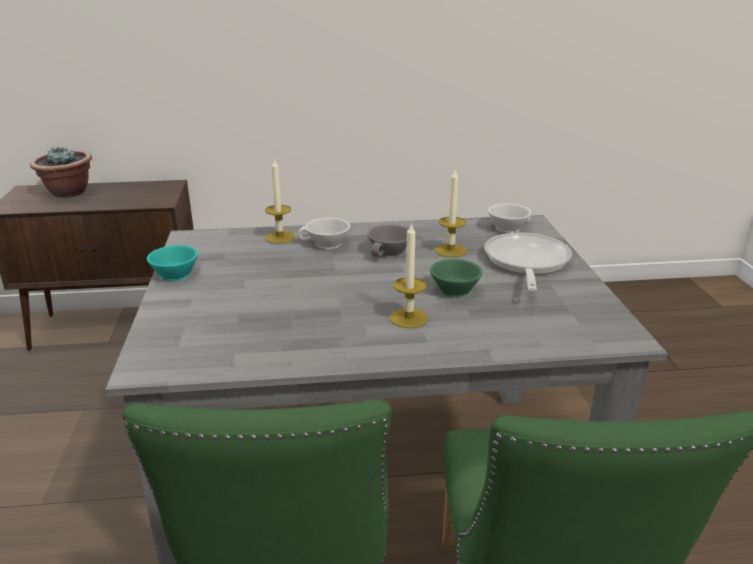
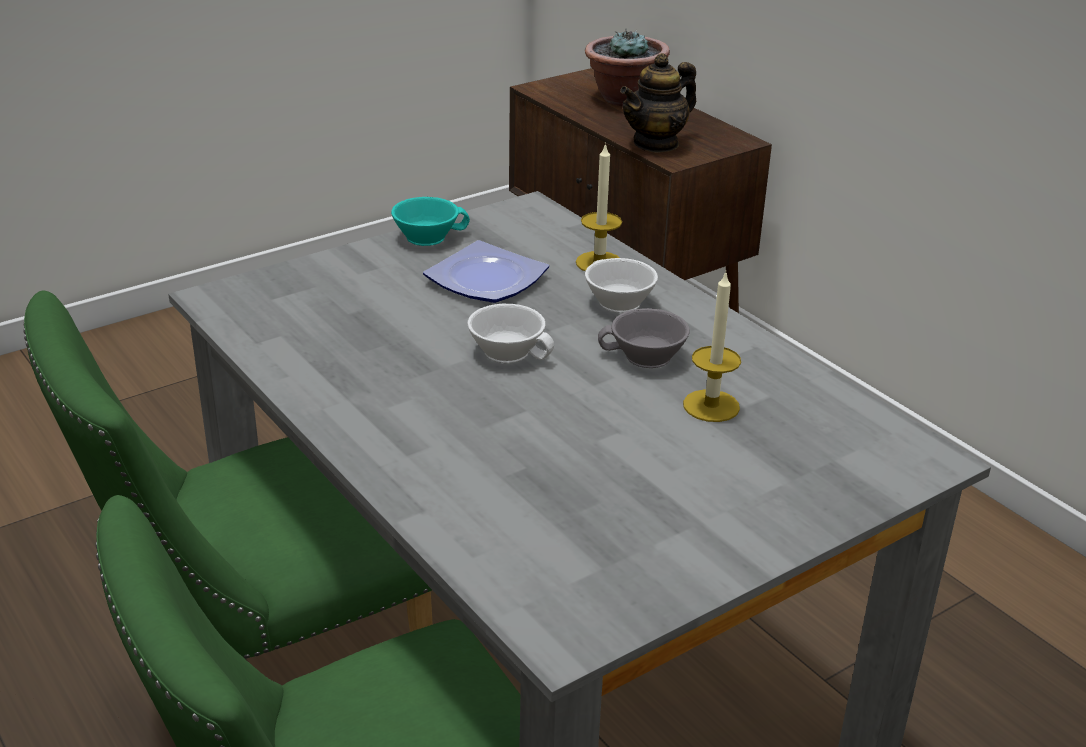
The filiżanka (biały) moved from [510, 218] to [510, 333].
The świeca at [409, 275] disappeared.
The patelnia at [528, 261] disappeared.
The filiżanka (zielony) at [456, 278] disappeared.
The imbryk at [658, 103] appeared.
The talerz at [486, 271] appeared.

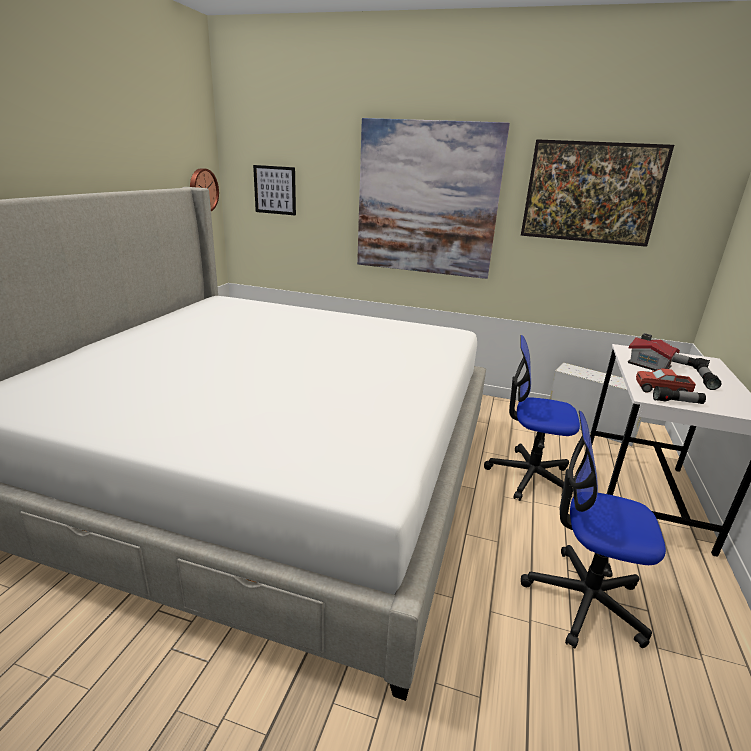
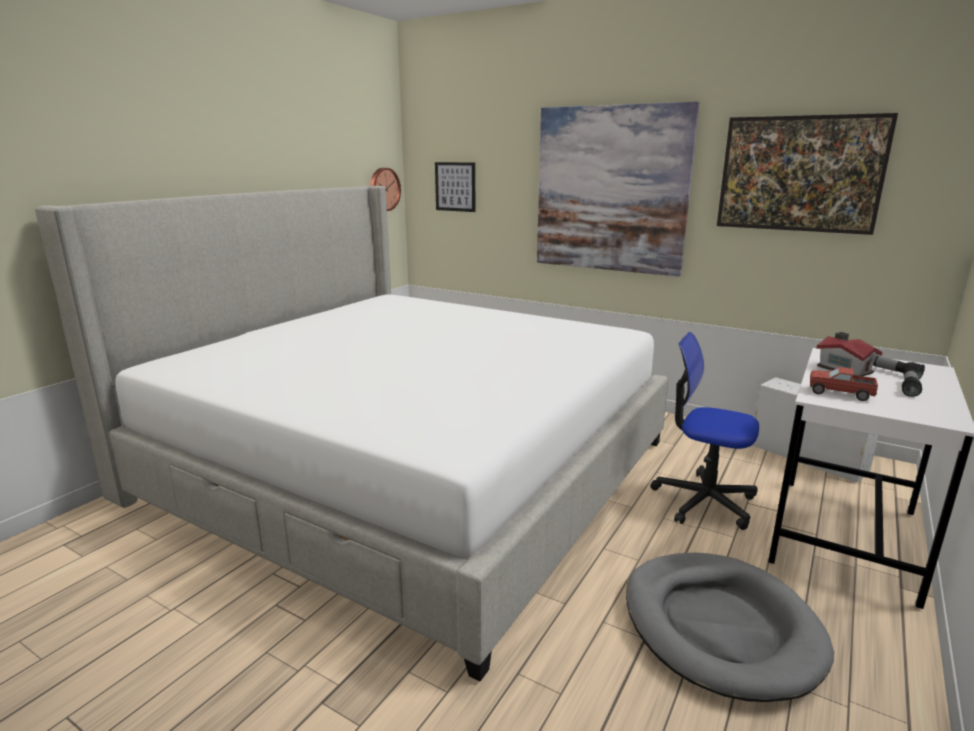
The latarka at [679, 395] disappeared.
The krzesło biurowe at [593, 530] was replaced by the legowisko (szary) at [730, 627].

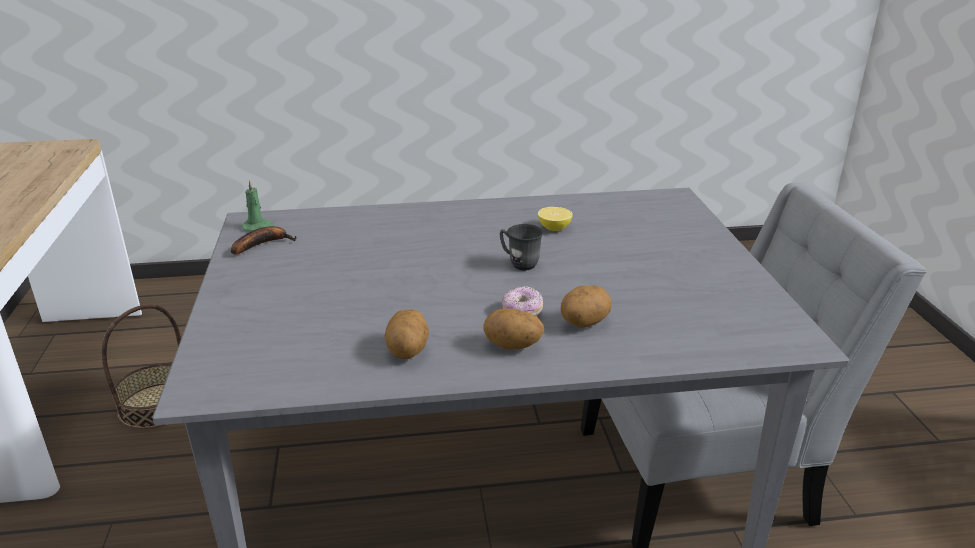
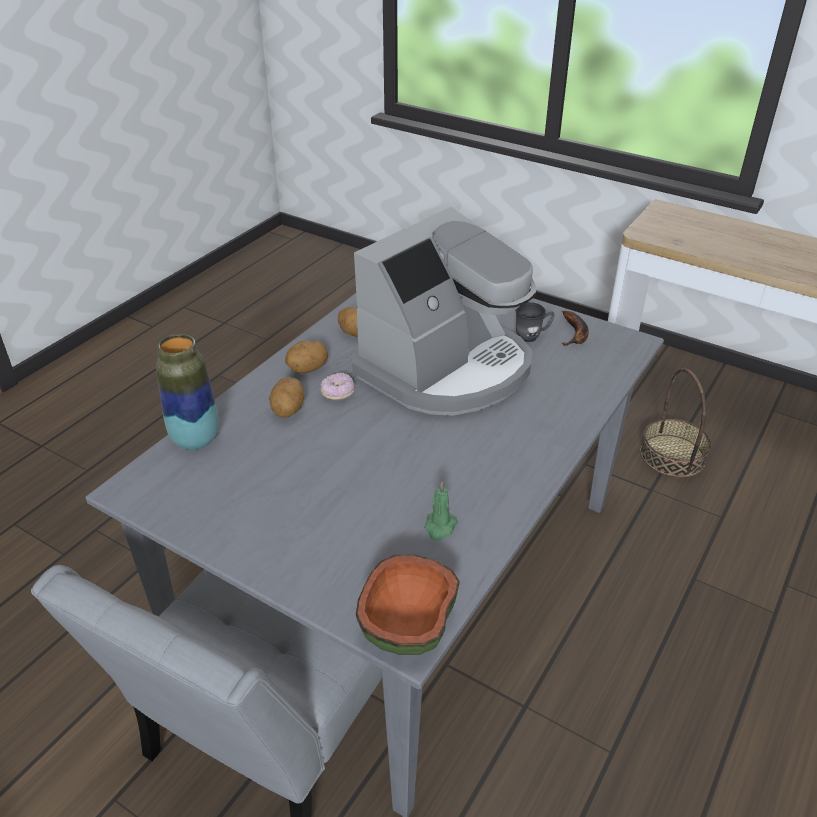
The świeca (zielony) moved from [257, 205] to [441, 511].
The cytryna at [555, 219] disappeared.
The kubek (szary) moved from [521, 247] to [535, 322].
The ekspres do kawy at [444, 311] appeared.
The wazon at [187, 392] appeared.
The miska at [408, 604] appeared.

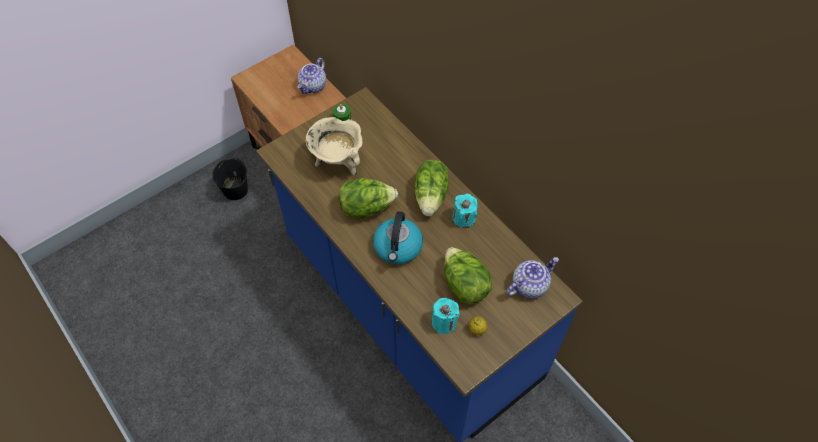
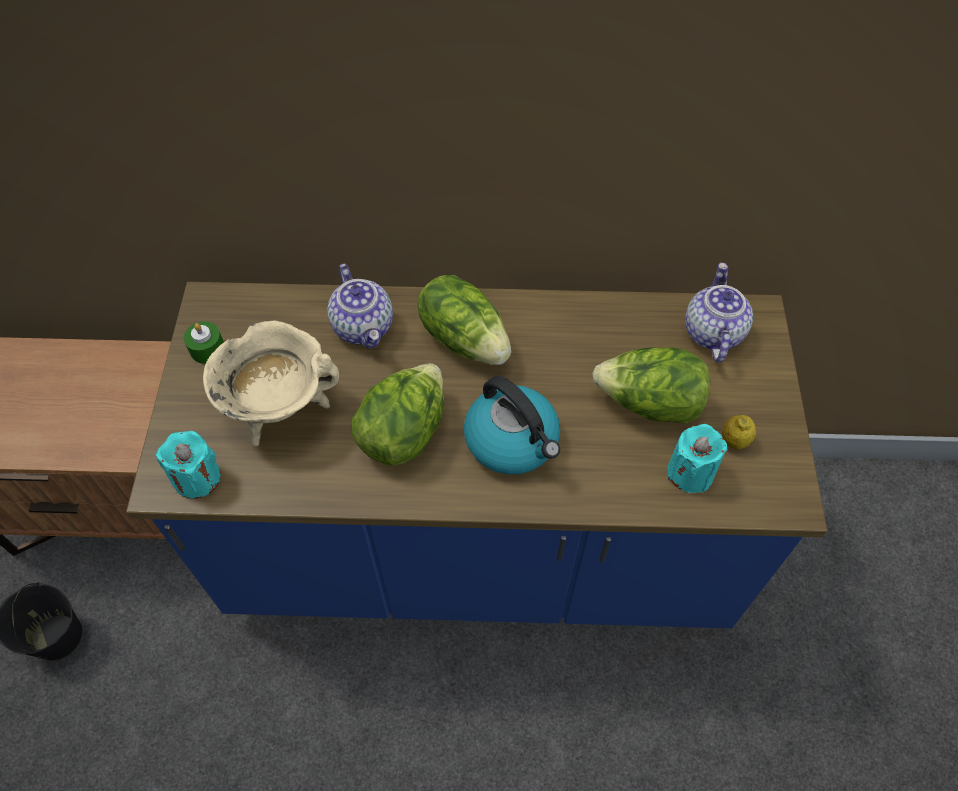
The imbryk moved from [311, 76] to [360, 306].
The świeca (turkusowy) moved from [465, 211] to [188, 465].

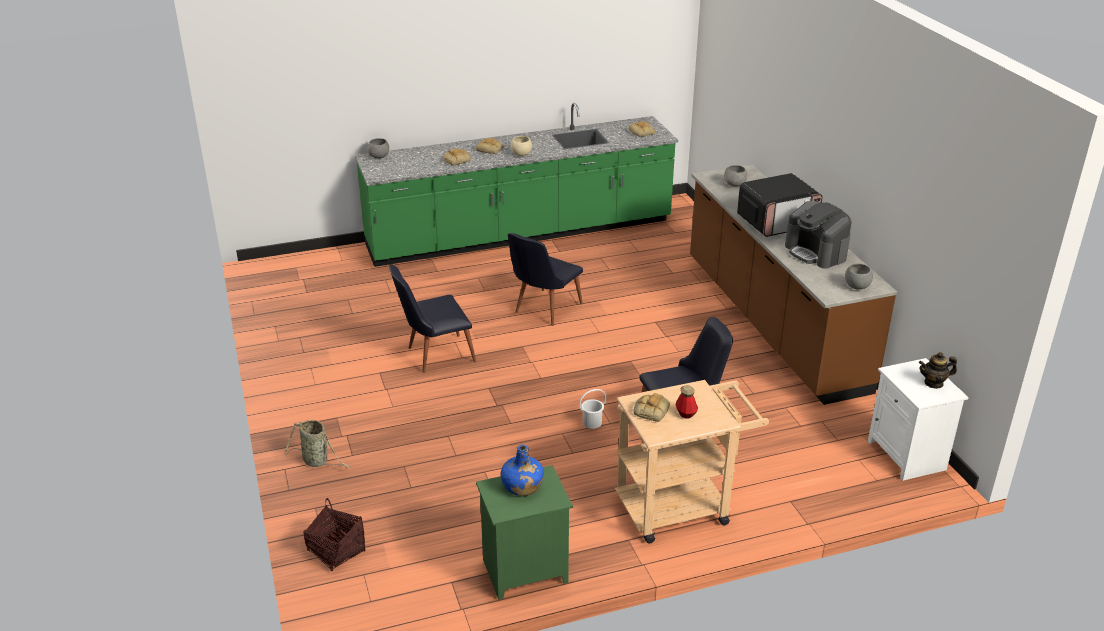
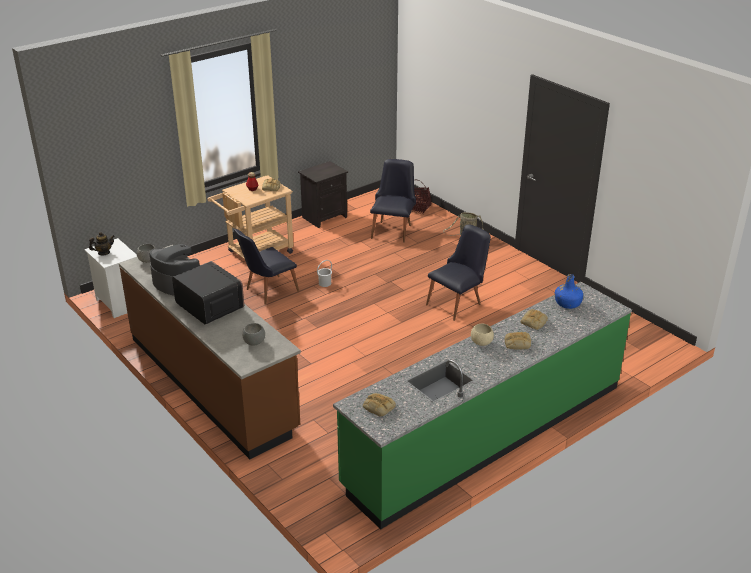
The miska (szary) at [378, 148] disappeared.
The mikrofalówka at [780, 205] turned 90 degrees clockwise.
The krzesło (czarny) moved from [545, 279] to [393, 201].
The butelka (niebieski) moved from [522, 470] to [569, 291].
The szafka nocna (zielony) at [524, 532] became the szafka nocna (czarny) at [323, 194].

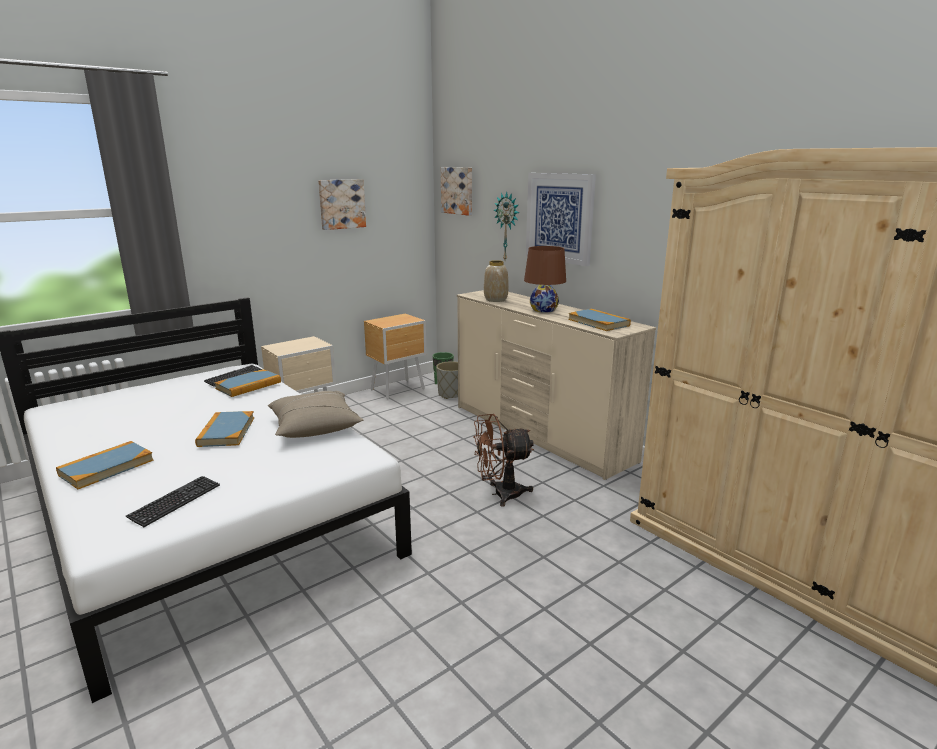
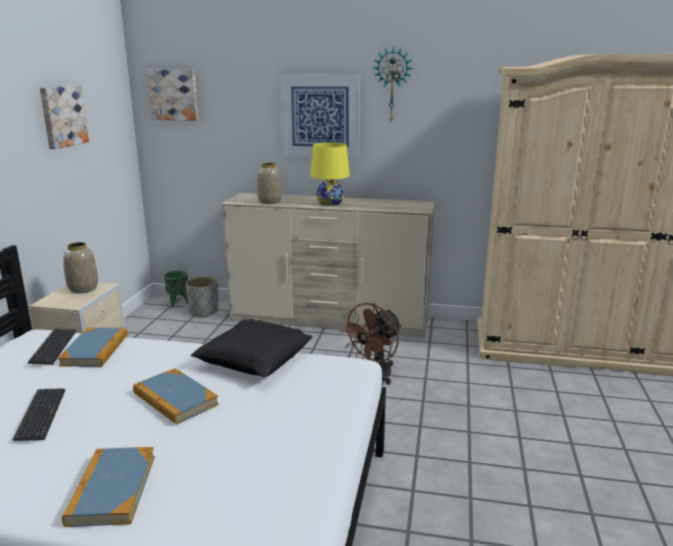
The zegar ścienny moved from [506, 225] to [392, 83].
The lampa stołowa (brązowy) at [545, 279] became the lampa stołowa (żółty) at [330, 174].
The książka at [599, 320] disappeared.
The szafka nocna (brązowy) at [395, 356] disappeared.
The poduszka (beżowy) at [315, 414] became the poduszka (czarny) at [251, 348].
The klawiatura moved from [173, 501] to [39, 415].
The wazon at [80, 268] appeared.

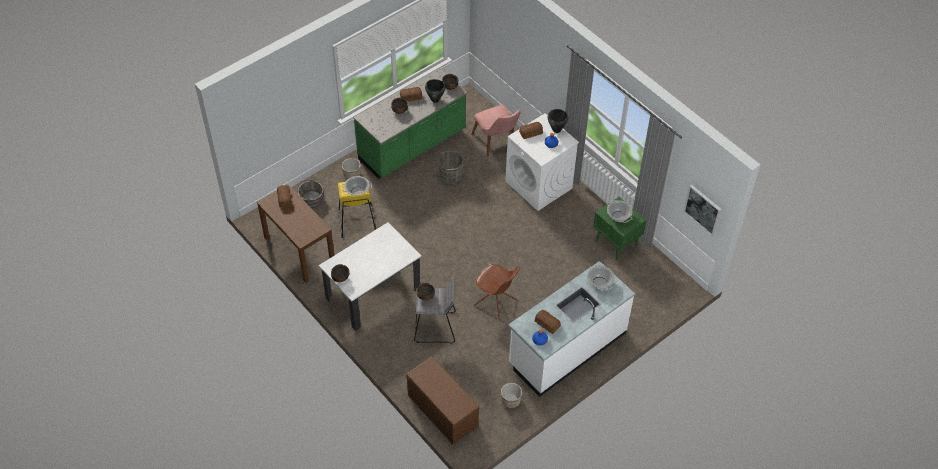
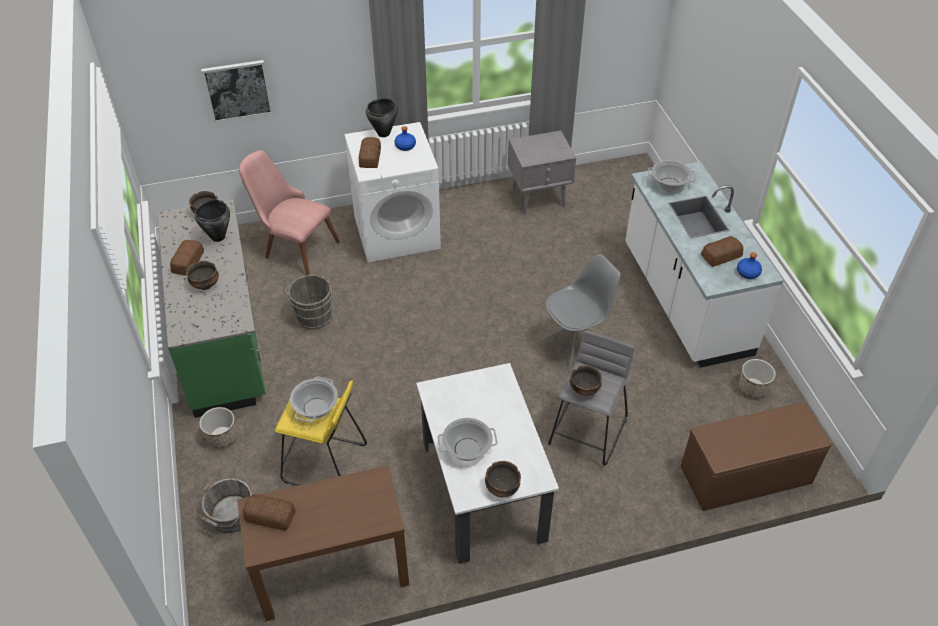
The krzesło (różowy) at [495, 131] turned 150 degrees counterclockwise.
The obraz moved from [703, 210] to [237, 91].
The szafka nocna (zielony) at [619, 229] became the szafka nocna (szary) at [542, 172].
The garnek moved from [620, 211] to [467, 439].
The krzesło (brązowy) at [496, 292] became the krzesło (szary) at [581, 313].

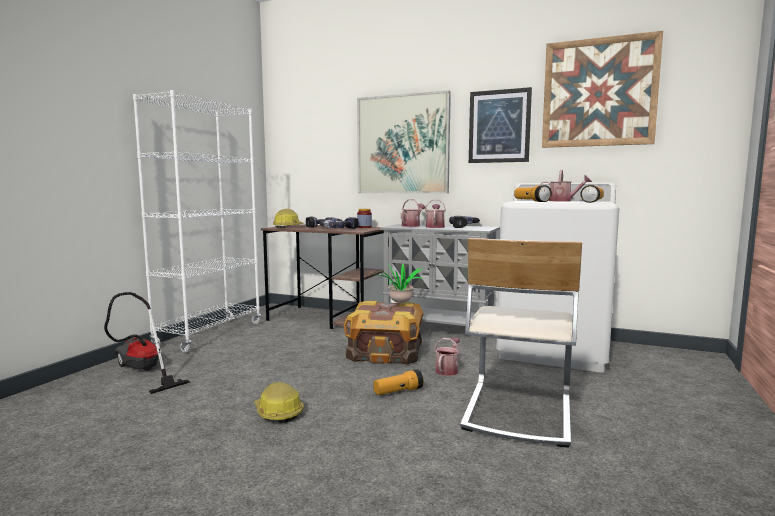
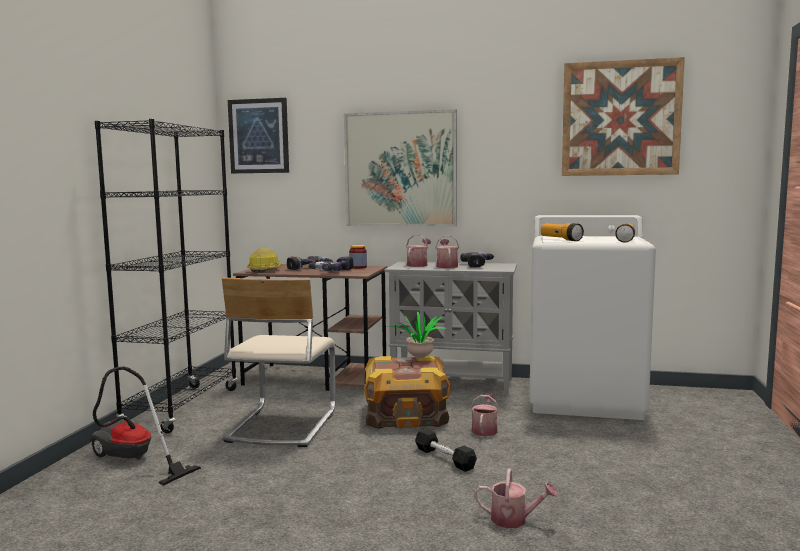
The obraz moved from [500, 125] to [258, 136].
The regał (biały) at [197, 221] became the regał (czarny) at [166, 276].
The konewka moved from [566, 185] to [516, 498].
The krzesło (beżowy) moved from [521, 343] to [279, 362].
The latarka at [398, 382] was replaced by the hantel (czarny) at [446, 450].
The kask at [279, 402] disappeared.

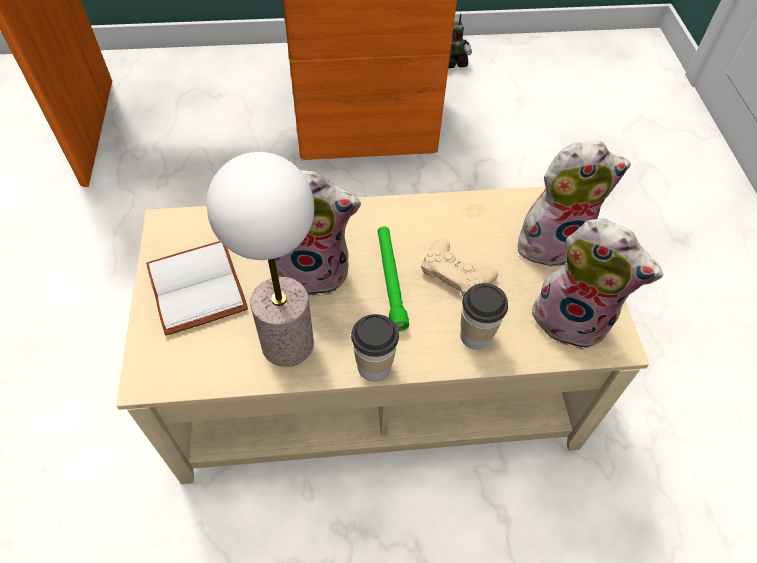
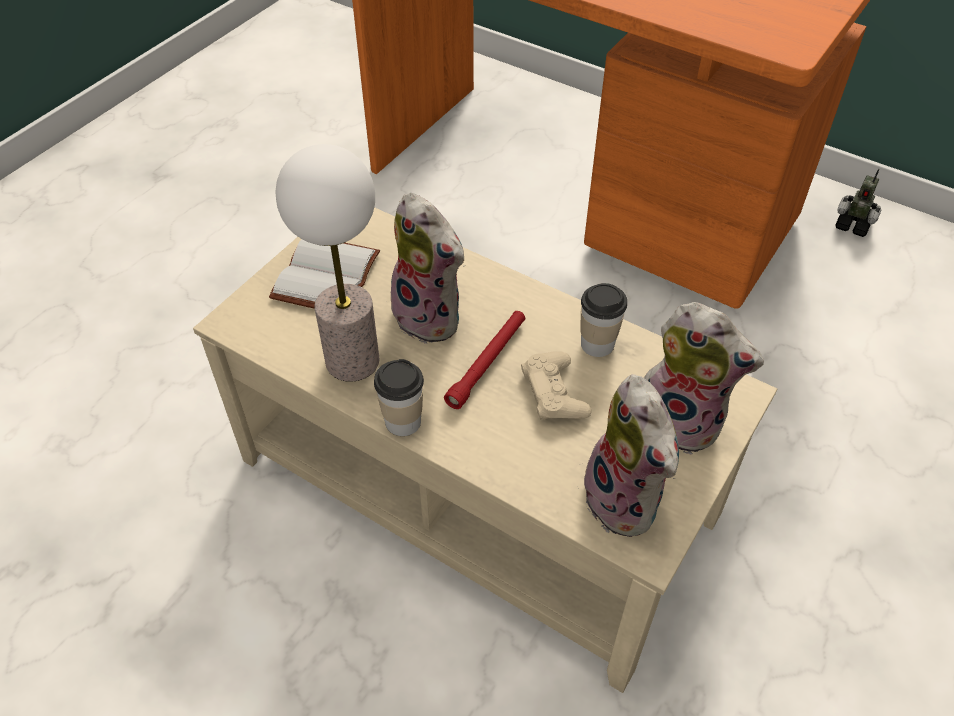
The latarka (zielony) at [393, 279] became the latarka (czerwony) at [484, 360].
The filiżanka moved from [484, 316] to [603, 320].

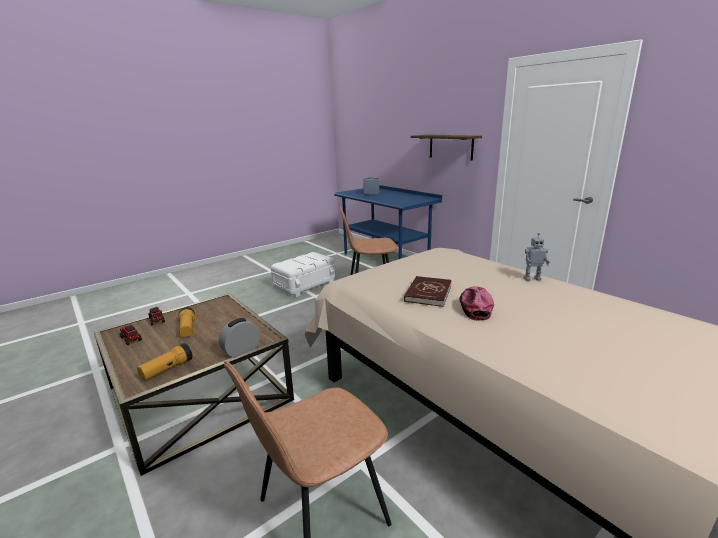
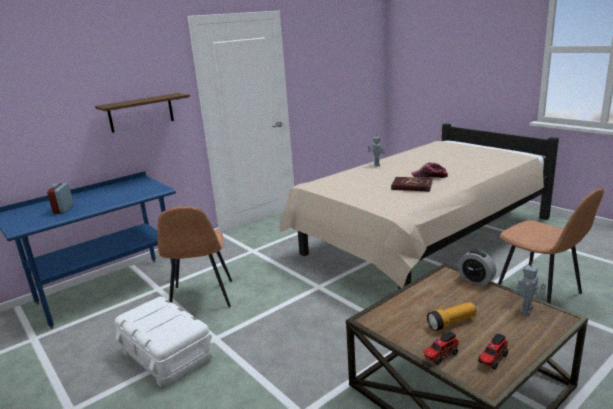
The latarka at [165, 361] was replaced by the robot zabawkowy at [529, 288].

